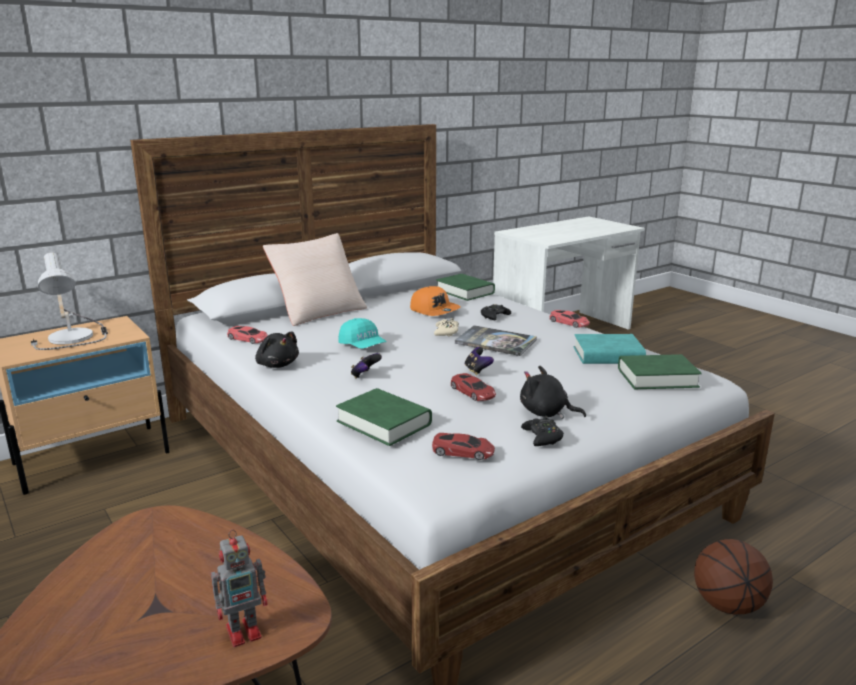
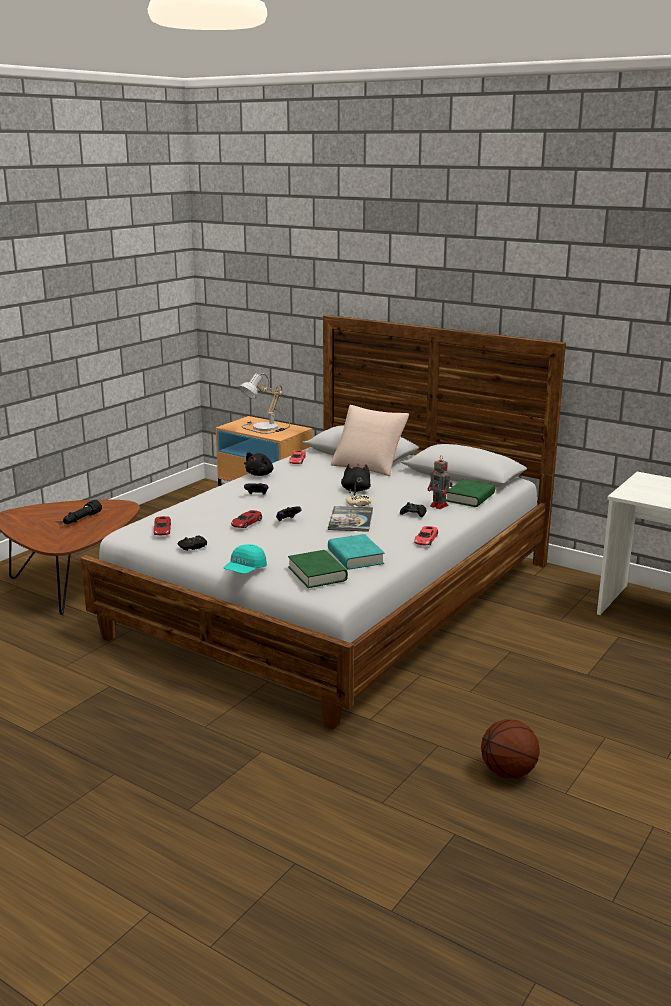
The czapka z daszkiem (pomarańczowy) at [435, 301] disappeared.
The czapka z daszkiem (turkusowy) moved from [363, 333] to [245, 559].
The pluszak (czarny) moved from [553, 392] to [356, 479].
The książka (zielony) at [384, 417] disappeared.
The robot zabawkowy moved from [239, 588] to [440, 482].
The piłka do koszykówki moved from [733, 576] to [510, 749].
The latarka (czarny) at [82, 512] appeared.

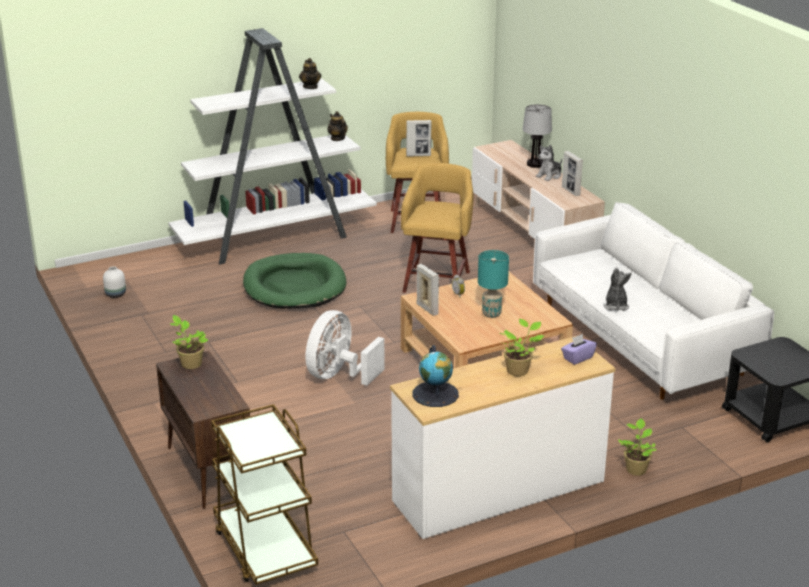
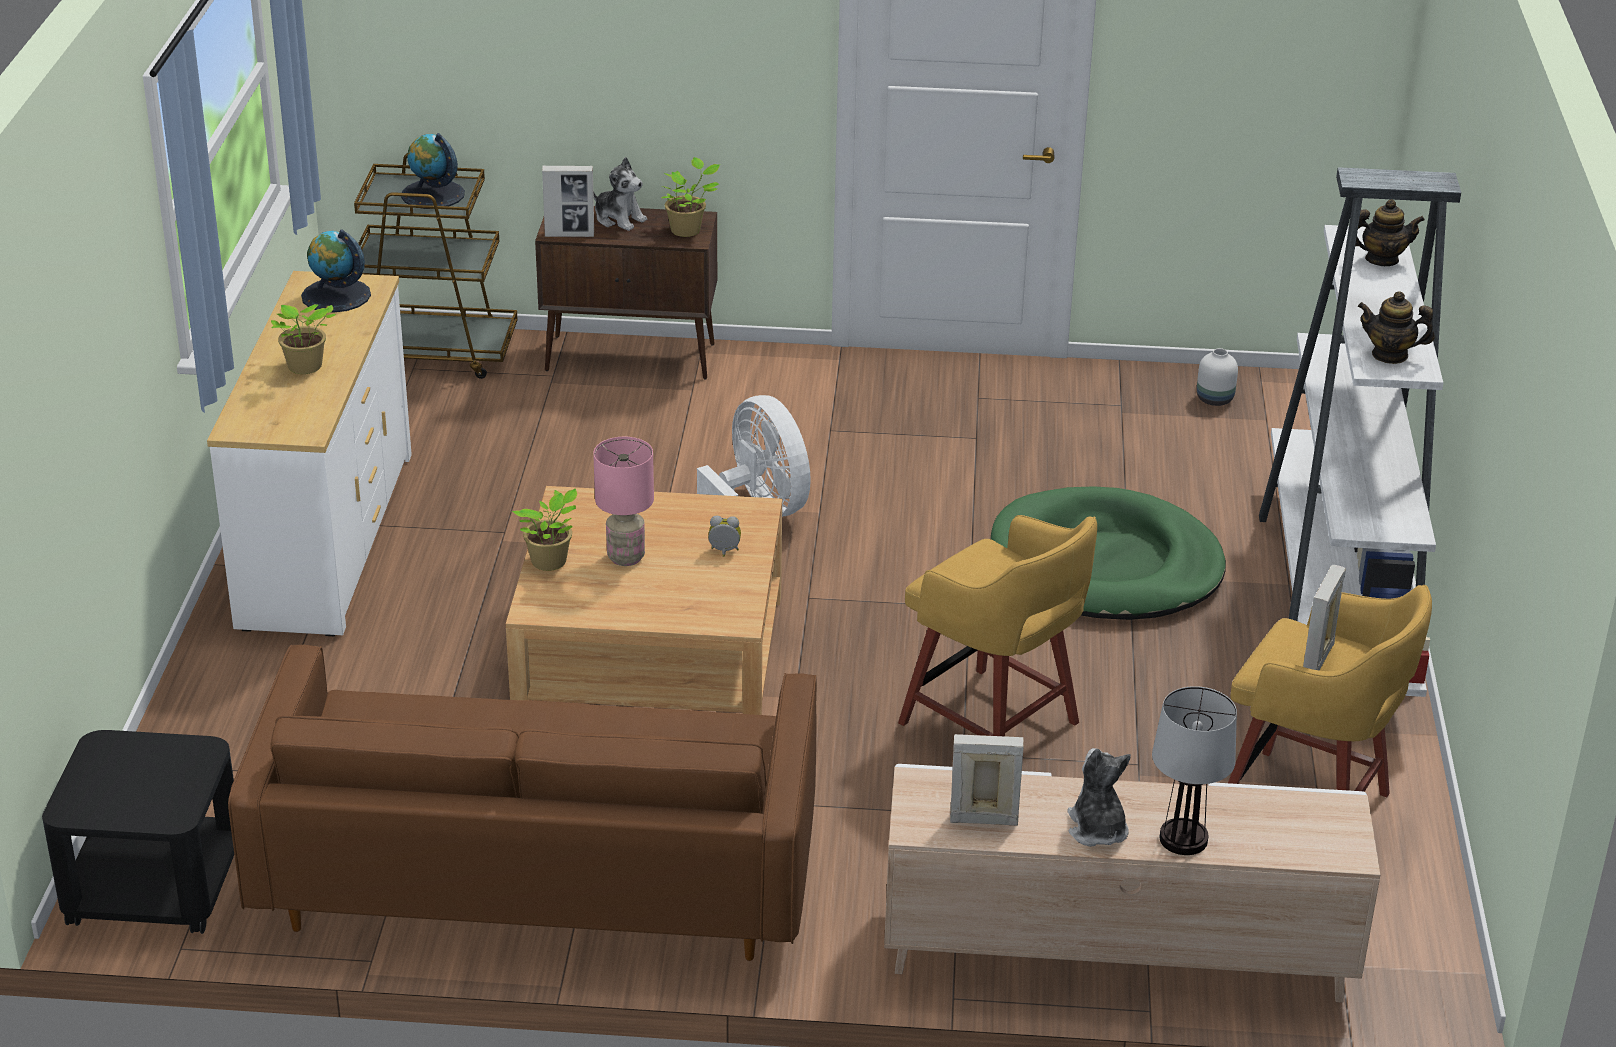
The imbryk moved from [337, 126] to [1390, 232].
The kanapa (biały) at [653, 301] became the kanapa (brązowy) at [522, 803].
The lampa stołowa (turkusowy) at [493, 284] became the lampa stołowa (różowy) at [623, 501].
The ramka na zdjęcie moved from [428, 290] to [568, 201].
The pluszak moved from [617, 289] to [620, 194].
The pudełko chusteczek (fioletowy) at [579, 349] disappeared.
The roślina doniczkowa moved from [637, 447] to [544, 529].
The globus at [433, 171] appeared.

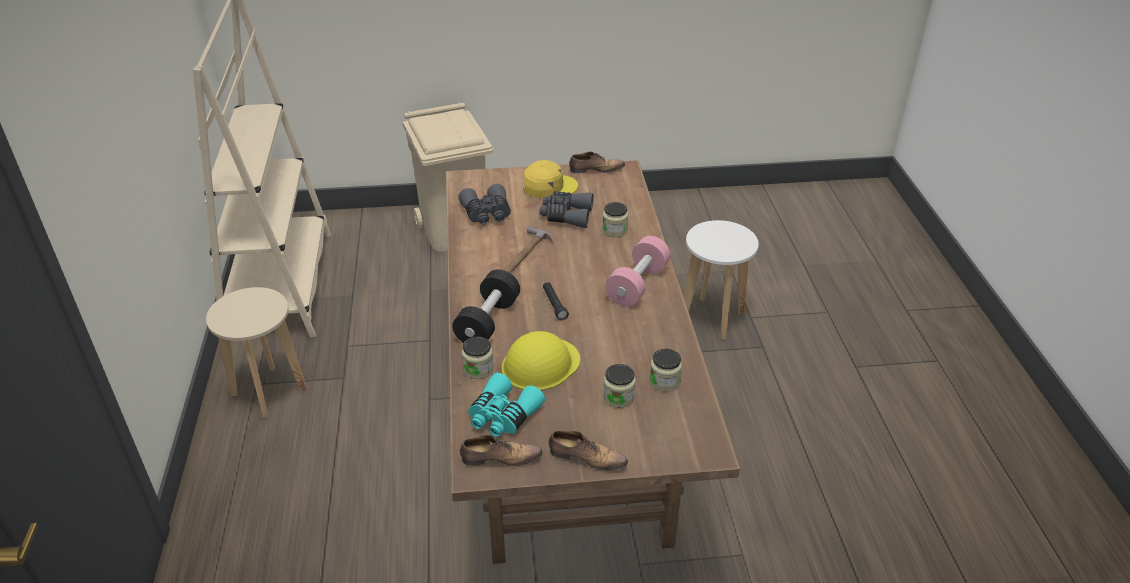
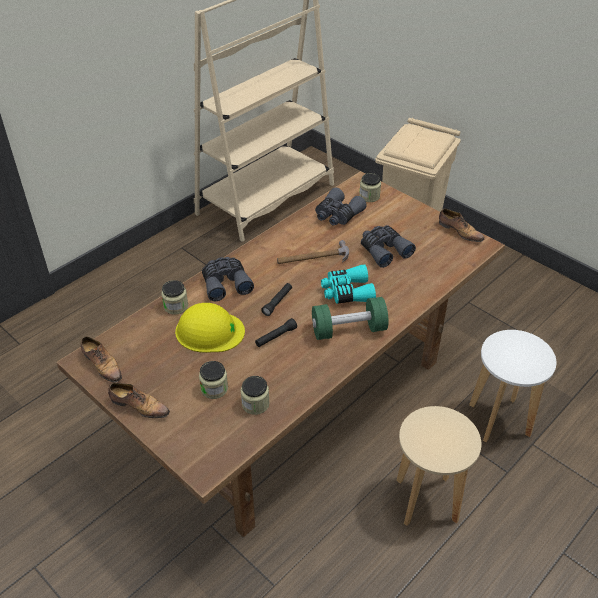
The czapka z daszkiem (żółty) at [550, 179] disappeared.
The słoik moved from [615, 219] to [370, 187].
The hantel (różowy) at [638, 271] became the hantel (zielony) at [350, 318].
The hantel (czarny) at [486, 306] was replaced by the lornetka (szary) at [228, 279].
The stołek (beżowy) moved from [256, 352] to [438, 466].
The lornetka (turkusowy) moved from [506, 405] to [348, 284].
The but at [588, 450] turned 45 degrees counterclockwise.
The latarka (czarny) at [276, 332] appeared.

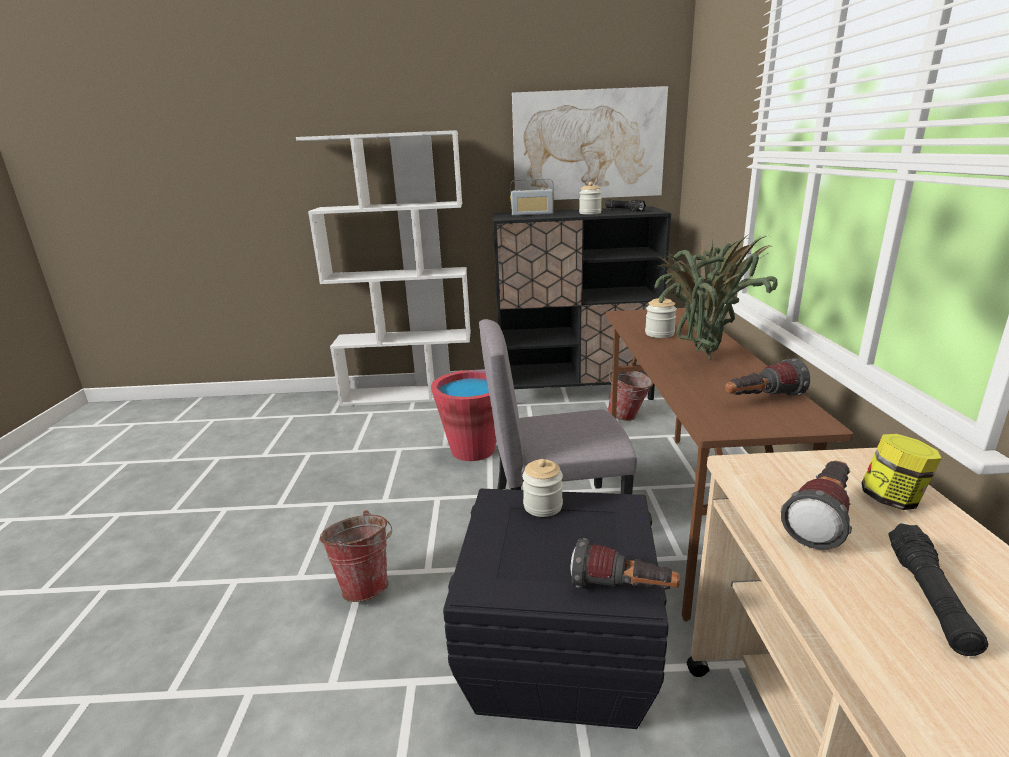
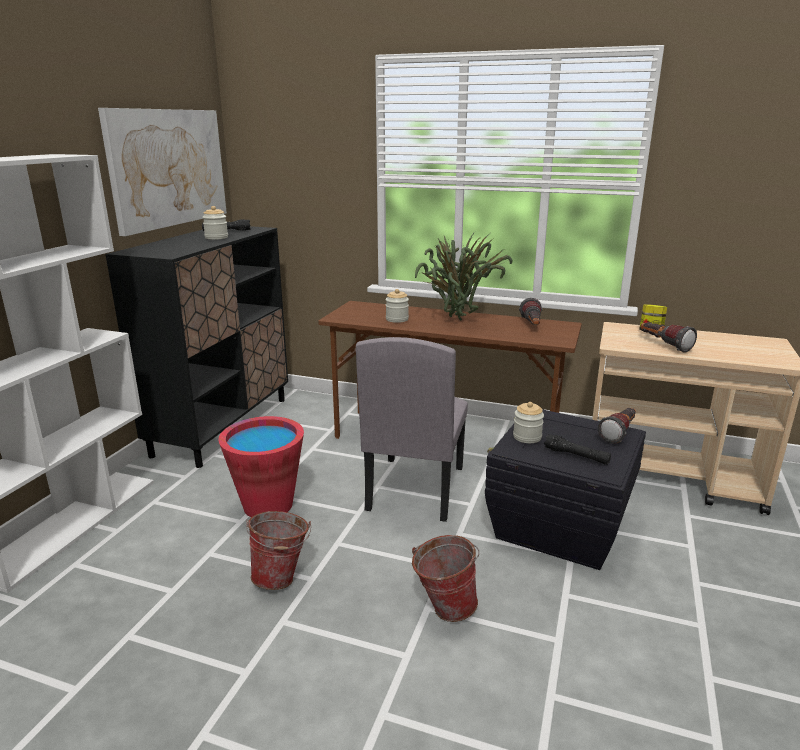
The radio at [532, 197] disappeared.
The wiadro moved from [630, 395] to [278, 550].
The latarka (czarny) moved from [938, 589] to [577, 449].

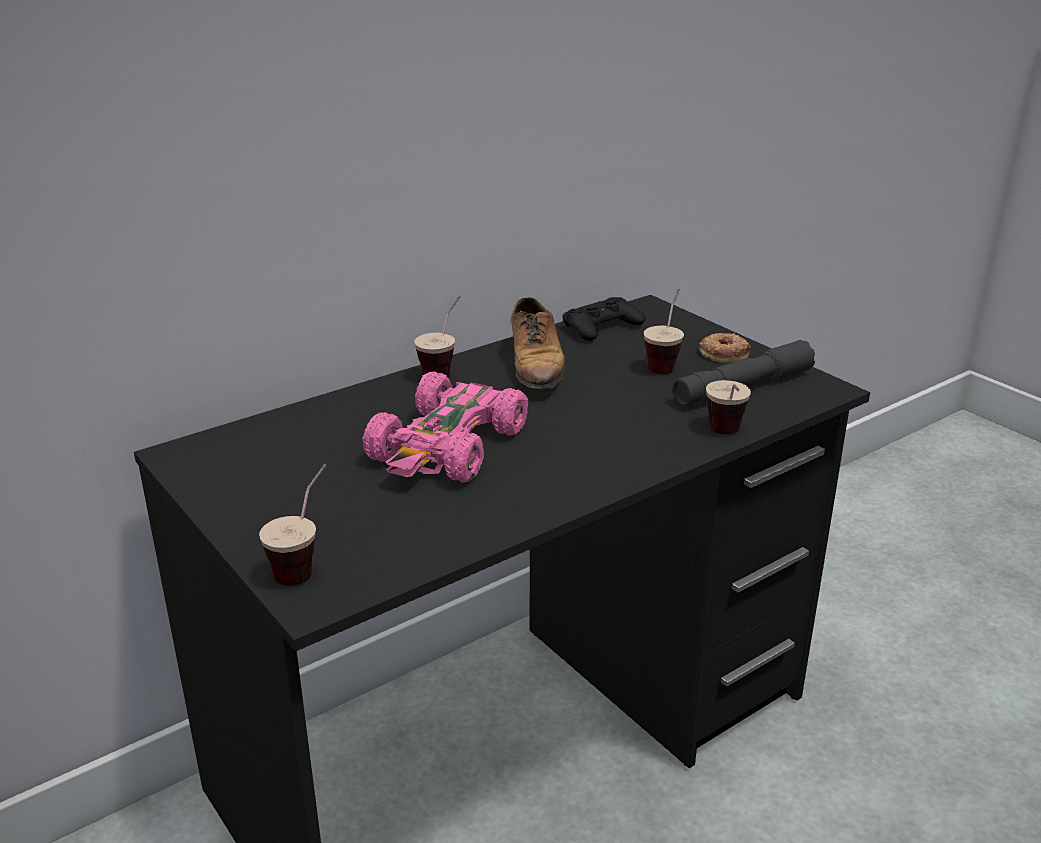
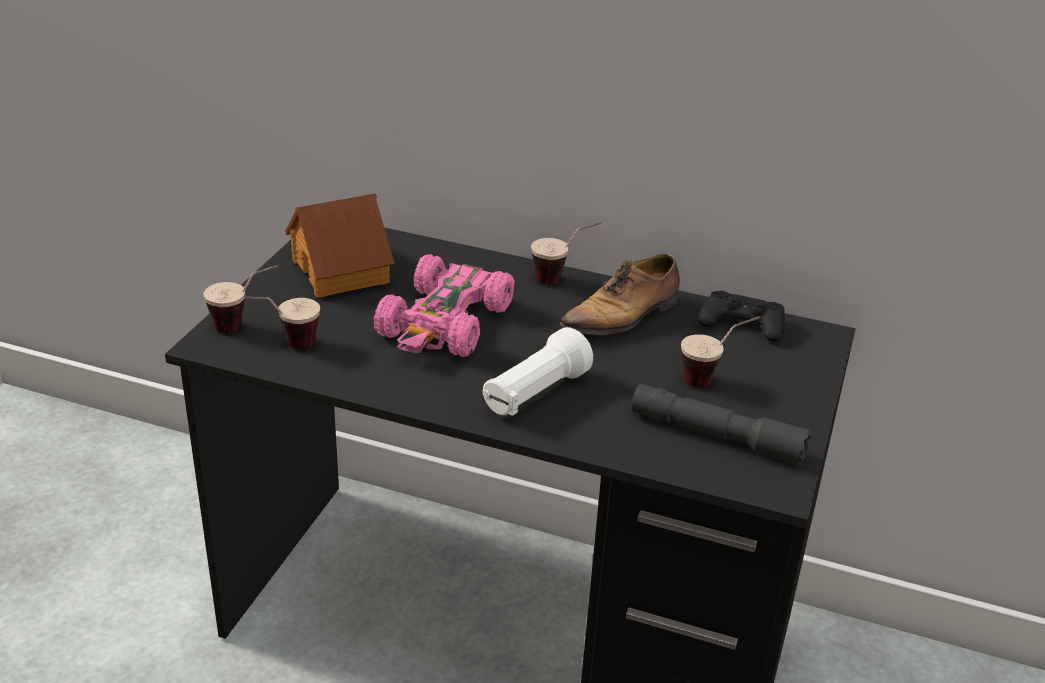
The donut at [725, 348] disappeared.
The samochodzik (różowy) at [445, 427] turned 60 degrees counterclockwise.
The filiżanka moved from [728, 407] to [281, 323].
The domek at [339, 245] appeared.
The latarka (biały) at [537, 371] appeared.

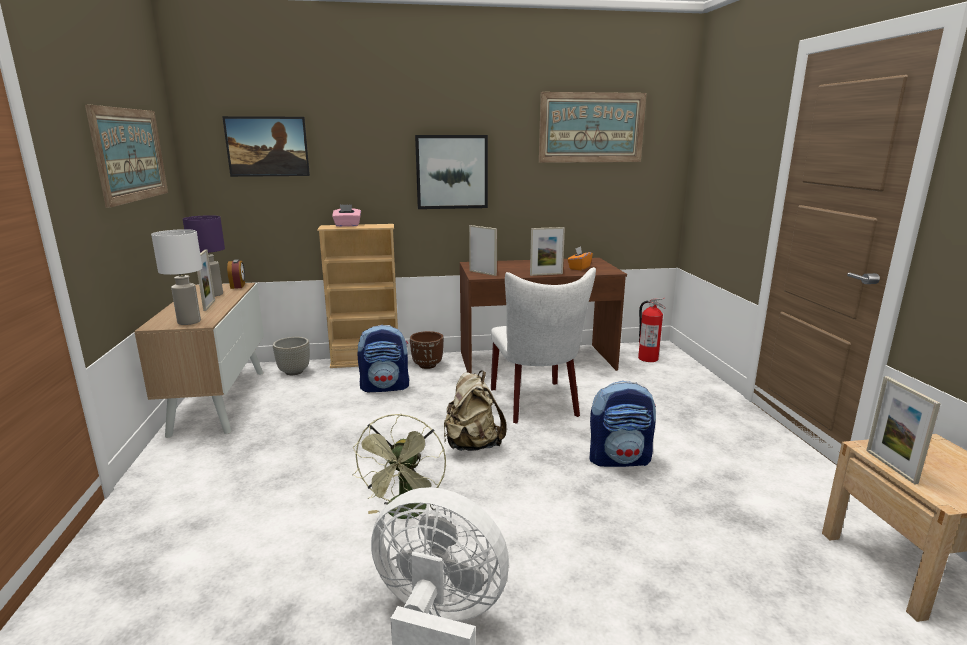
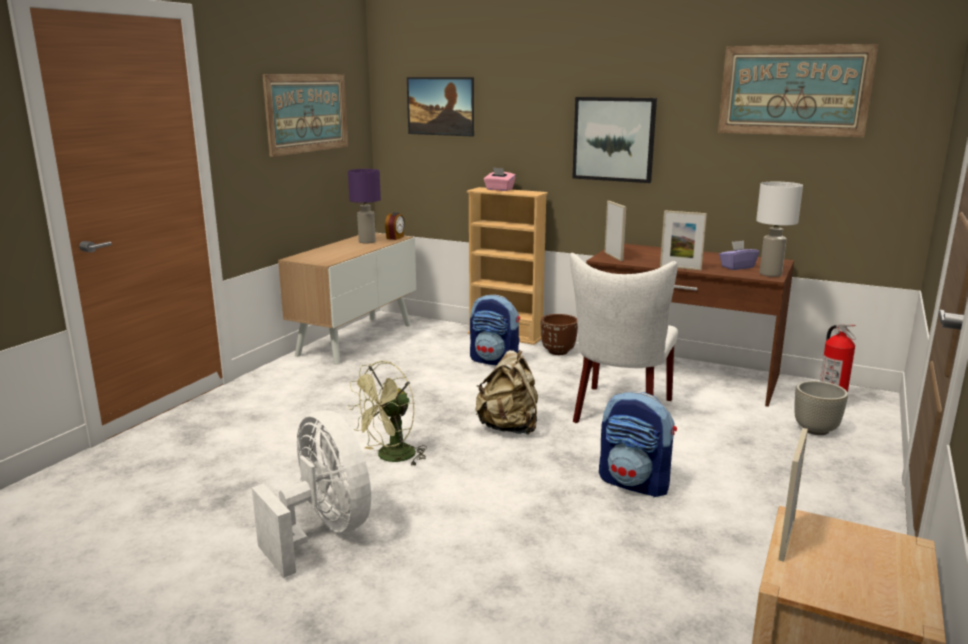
The lampa stołowa (biały) moved from [176, 277] to [779, 229].
The pudełko chusteczek (pomarańczowy) at [580, 258] became the pudełko chusteczek (fioletowy) at [739, 255].
The ramka na zdjęcie at [206, 280] disappeared.
The donica (szary) moved from [291, 356] to [821, 408].

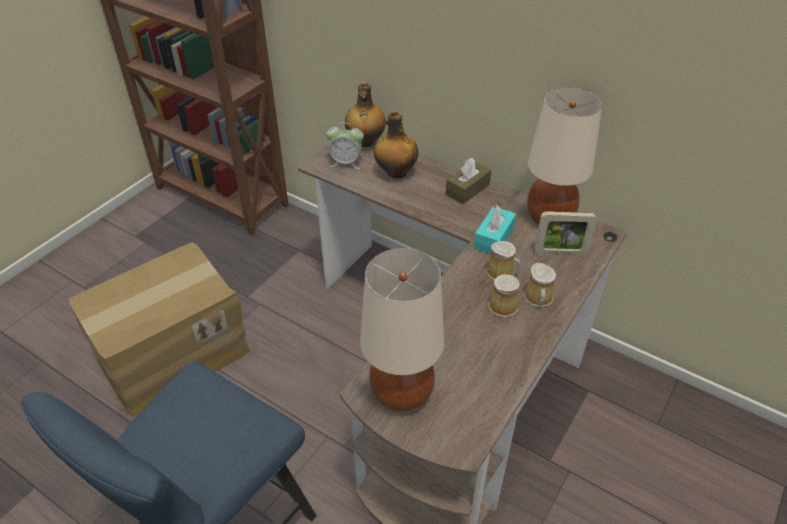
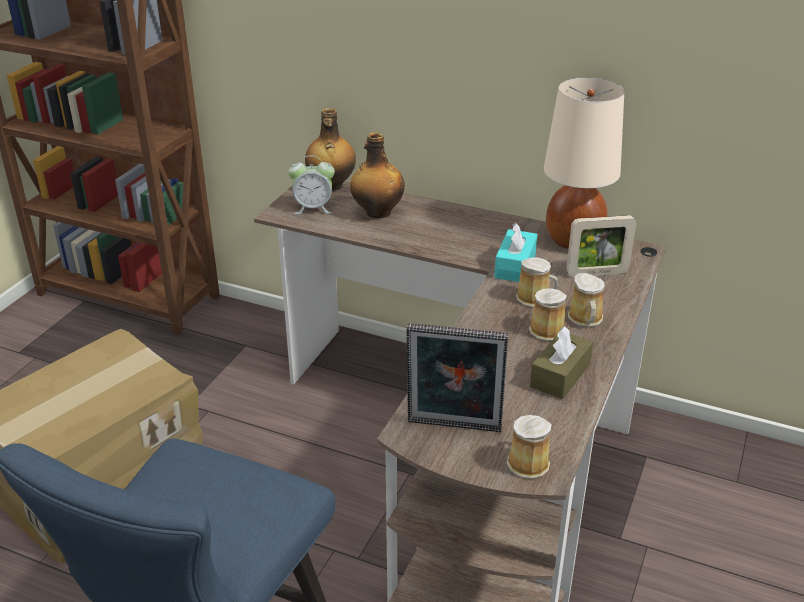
The pudełko chusteczek (brązowy) moved from [468, 181] to [561, 363].
The lampa stołowa (beżowy) at [402, 330] was replaced by the ramka na zdjęcie at [457, 377].
The kubek at [529, 447] appeared.

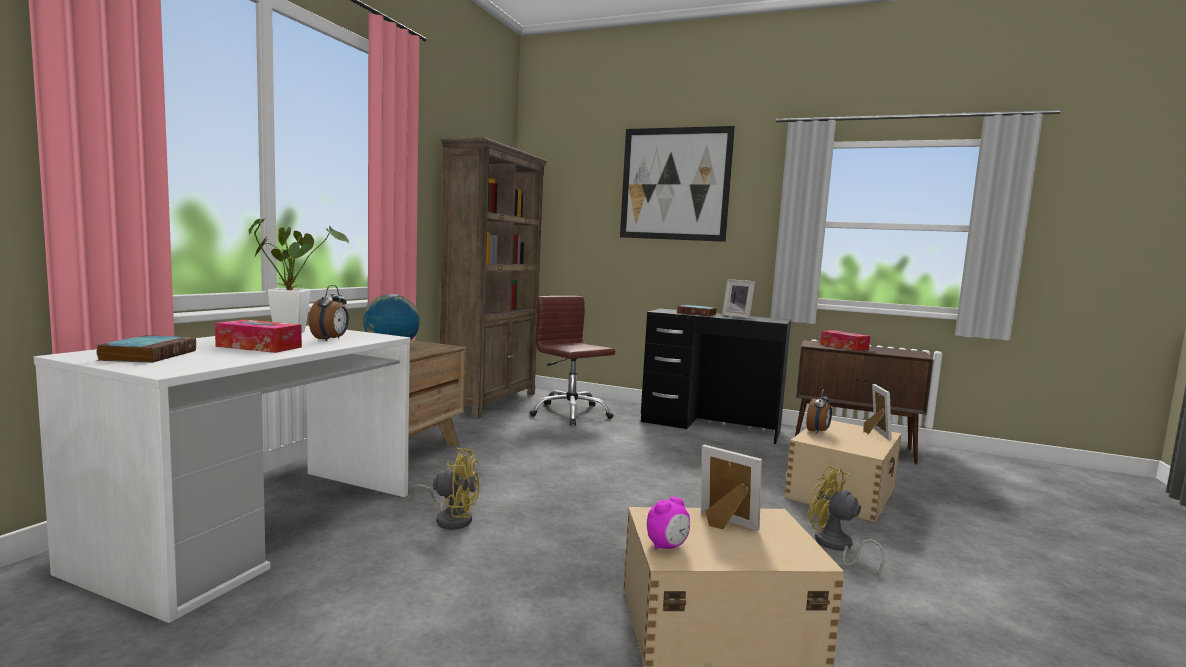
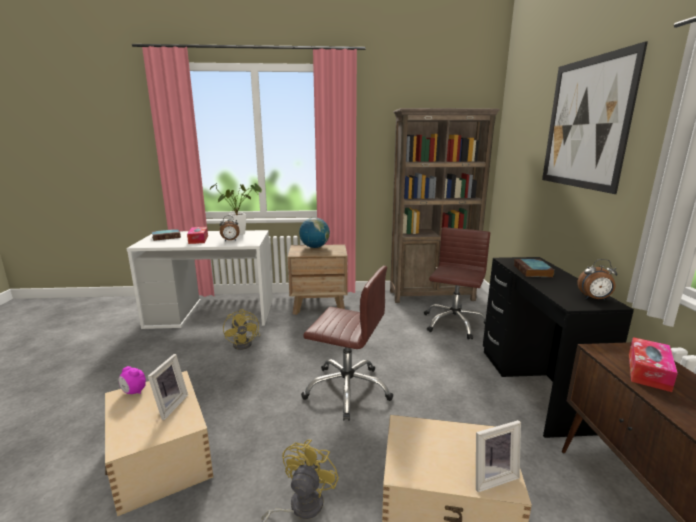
The ramka na zdjęcie at [738, 298] disappeared.
The budzik moved from [819, 411] to [597, 279].
The krzesło biurowe (brązowy) at [347, 343] appeared.

